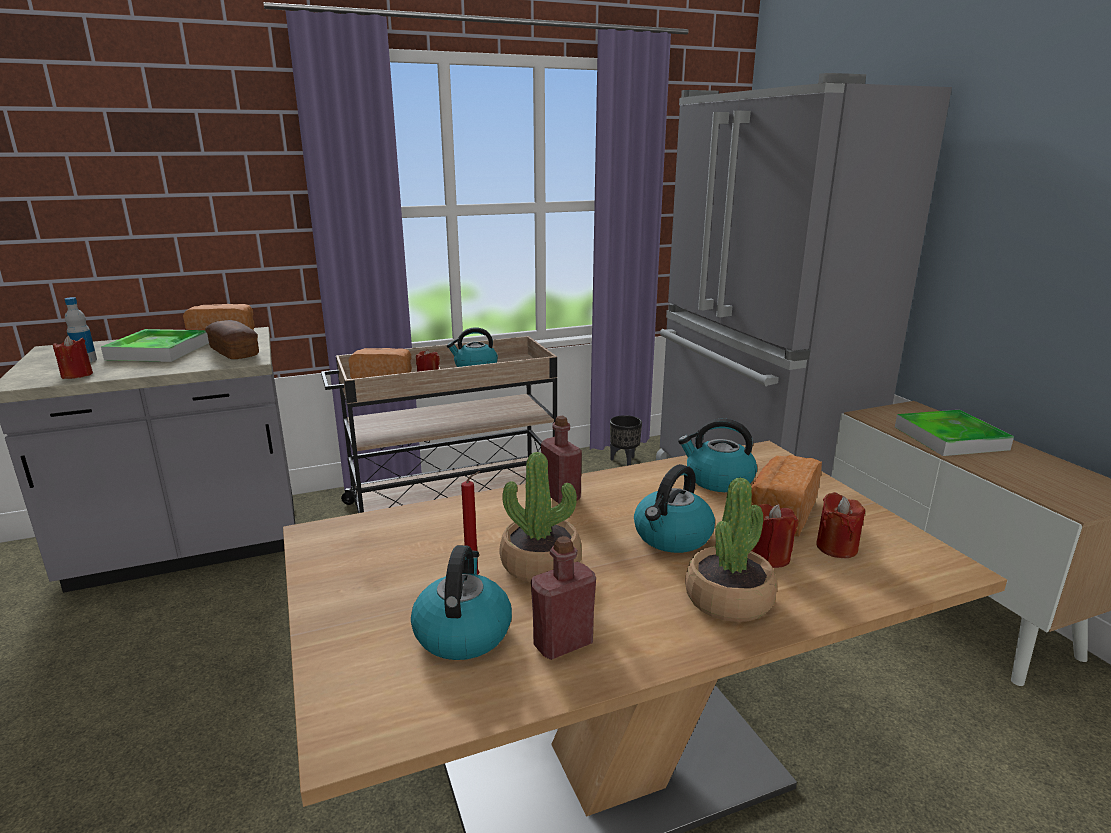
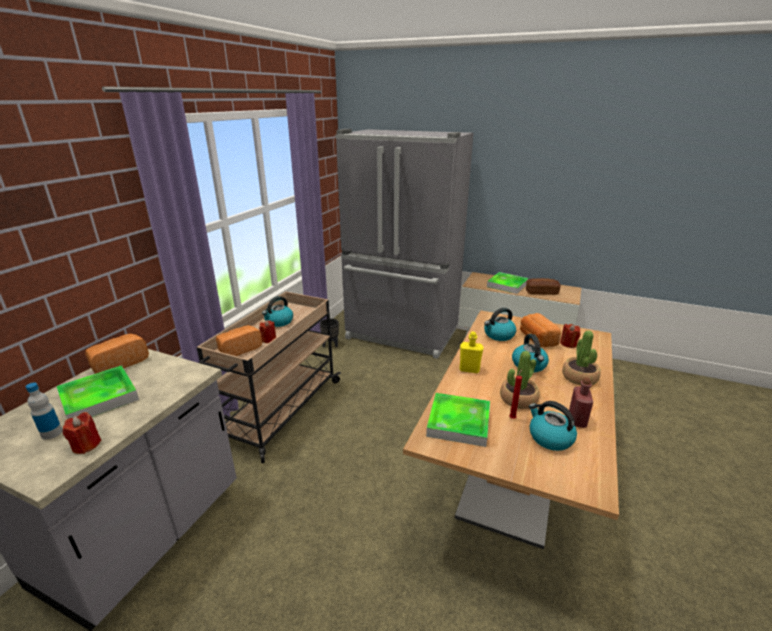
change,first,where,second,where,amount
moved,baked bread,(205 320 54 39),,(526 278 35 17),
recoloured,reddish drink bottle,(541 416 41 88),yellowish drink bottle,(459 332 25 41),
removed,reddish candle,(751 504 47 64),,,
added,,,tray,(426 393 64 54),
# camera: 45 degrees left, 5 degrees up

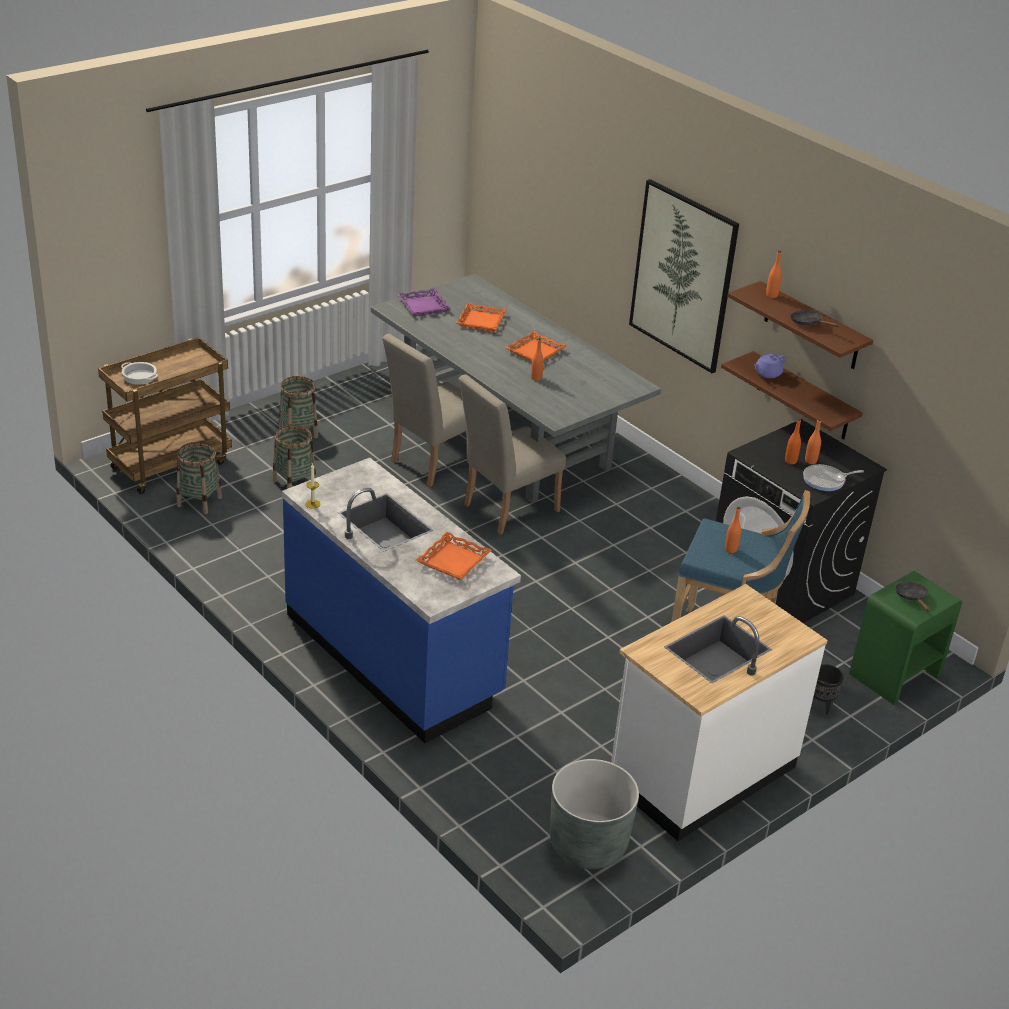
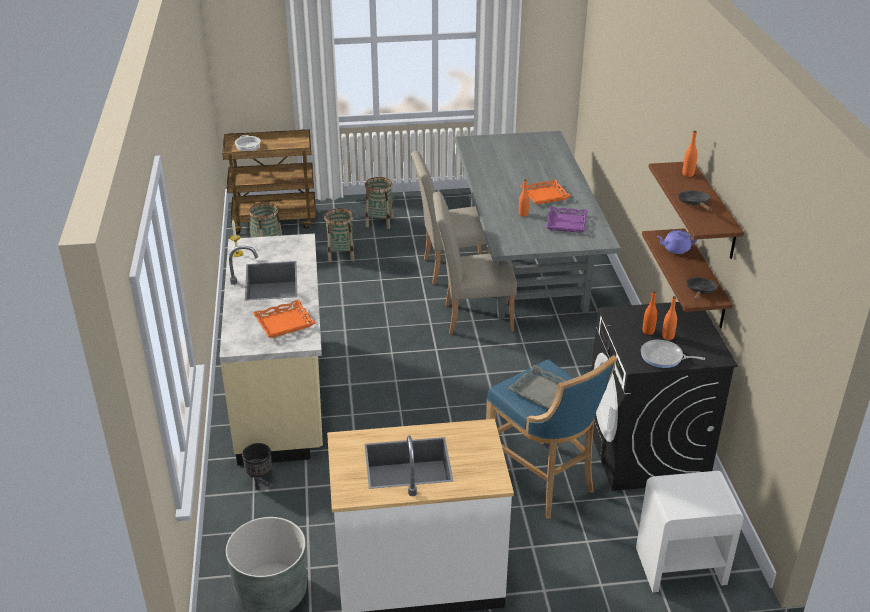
change,first,where,second,where,amount
recoloured,blue-coloured counter,(282 458 239 285),beige counter,(219 233 104 232),
moved,purplish tray,(398 288 53 28),,(546 206 41 27),
removed,orange tray,(456 303 51 29),,,
removed,wall art,(629 179 110 194),,,
replaced,orange drink bottle,(725 507 16 46),greyish tray,(508 365 58 44),
moved,black planter,(813 664 31 52),,(242 443 30 47),
recoloured,green bedside table,(849 571 113 134),white-coloured bedside table,(636 471 108 122),
moved,black pan,(895 582 35 29),,(686 278 32 23),
# camera: 35 degrees right, 0 degrees up

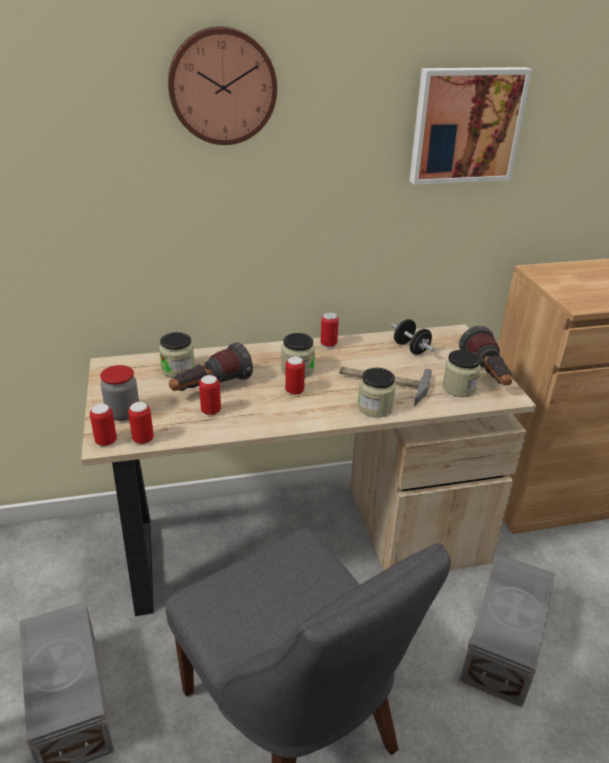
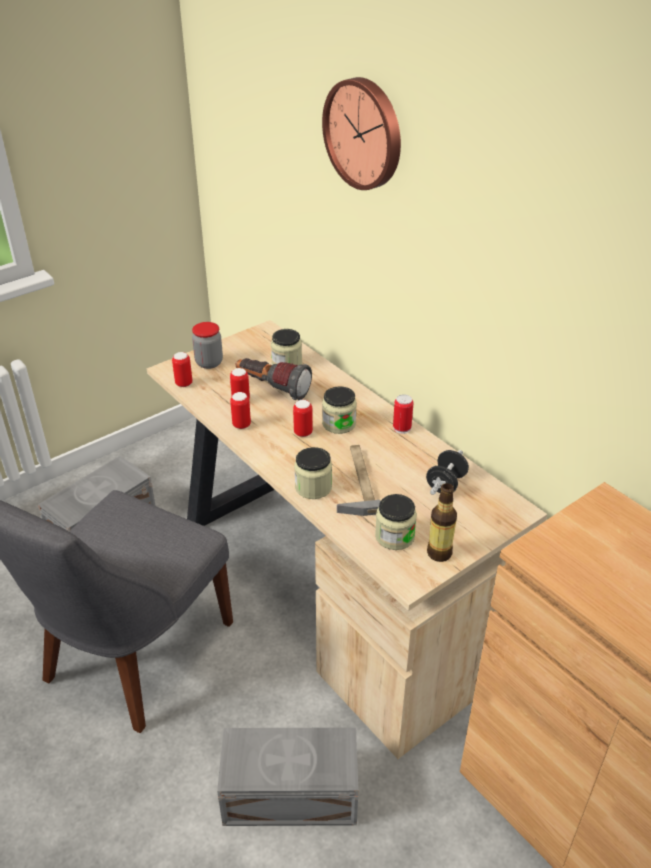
change,first,where,second,where,amount
moved,metal can,(90 404 27 42),,(230 392 21 37),
removed,wall art,(409 67 123 118),,,
replaced,hand torch,(459 326 53 59),drink bottle,(427 483 30 79),
# camera: 65 degrees right, 5 degrees up

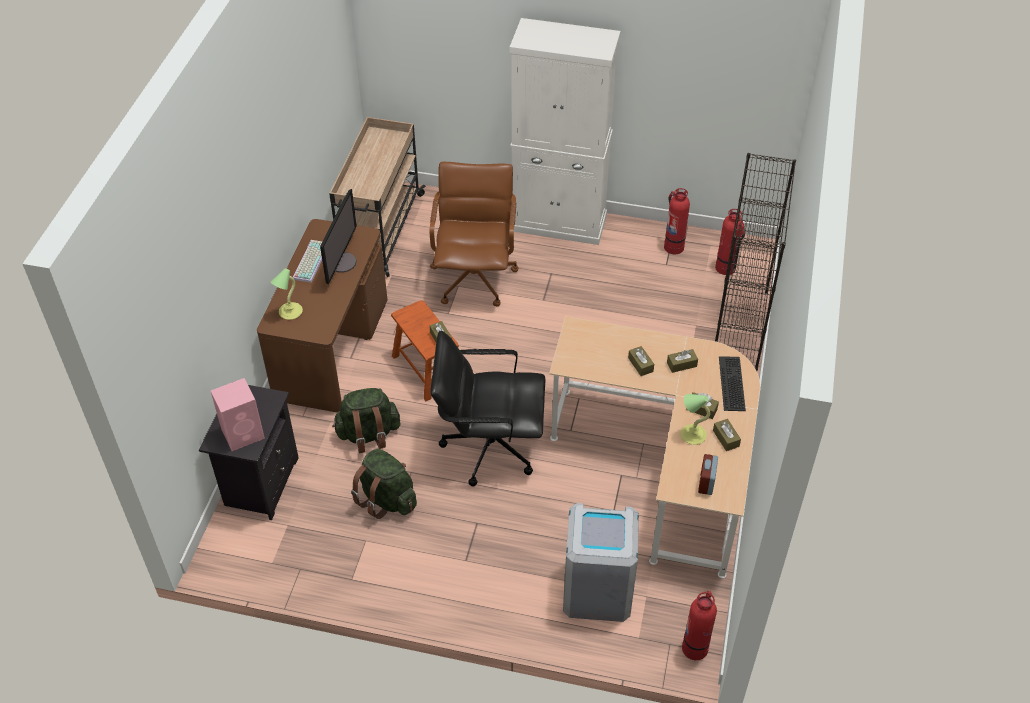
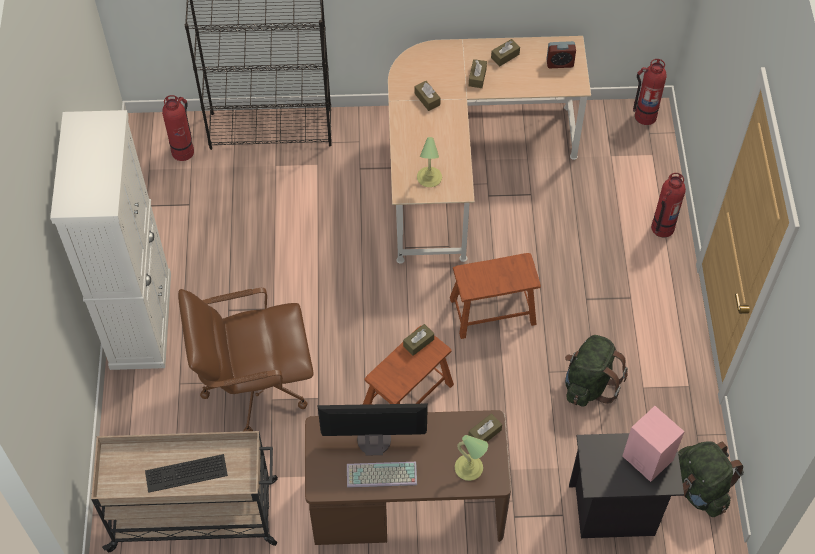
change,first,where,second,where,amount
moved,green rucksack,(332 388 68 65),,(678 441 66 76),
replaced,black desk chair,(430 331 115 155),brown sitting stool,(450 253 91 86),
removed,greyish trash can,(563 503 76 119),,,
moved,brown tissue box,(628 346 26 30),,(468 413 34 29),
moved,fire extinguisher,(664 188 26 67),,(651 173 35 64),
moved,table lamp,(681 394 29 51),,(417 137 25 50),
moved,PC keyboard,(719 356 27 55),,(145 454 83 39),
# camera: 105 degrees left, 10 degrees up

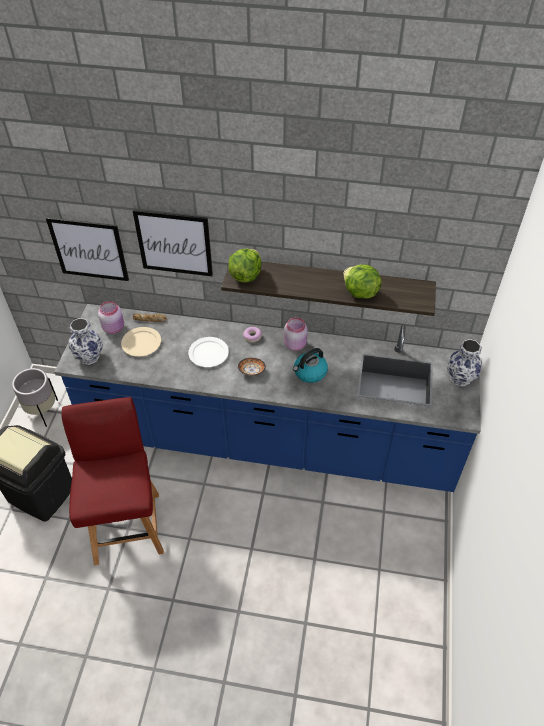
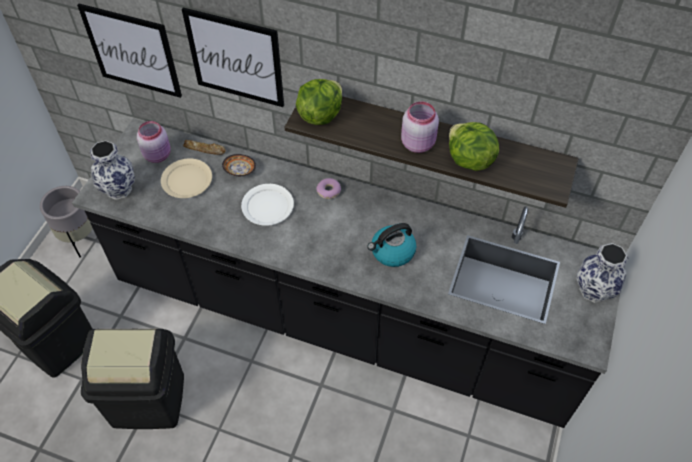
change,first,where,second,where,amount
recoloured,blue-coloured counter,(54 304 427 188),black counter,(72 118 553 310),
replaced,reddish upright chair,(62 397 102 168),black trash can,(81 329 103 100),
moved,serving bowl,(238 358 28 18),,(222 154 34 22),
moved,pink-coloured jar,(284 318 24 33),,(401 101 38 52),
# camera: 10 degrees right, 5 degrees up

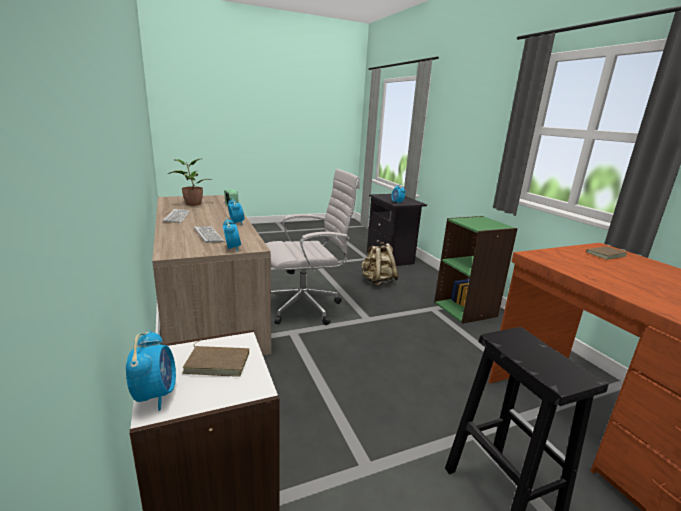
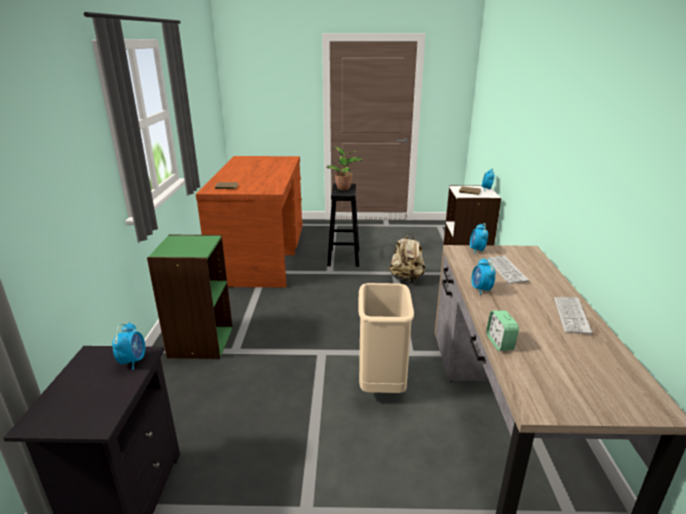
change,first,where,second,where,amount
moved,plant in a pot,(168 159 43 47),,(326 146 37 44),
replaced,white-coloured desk chair,(265 169 95 156),beige trash can,(358 283 56 110),
moved,beige rucksack,(361 242 38 44),,(388 233 37 50),
# camera: 155 degrees left, 5 degrees up

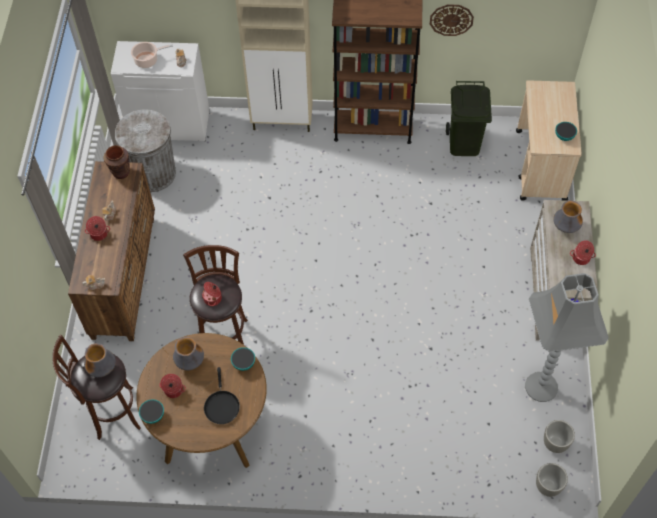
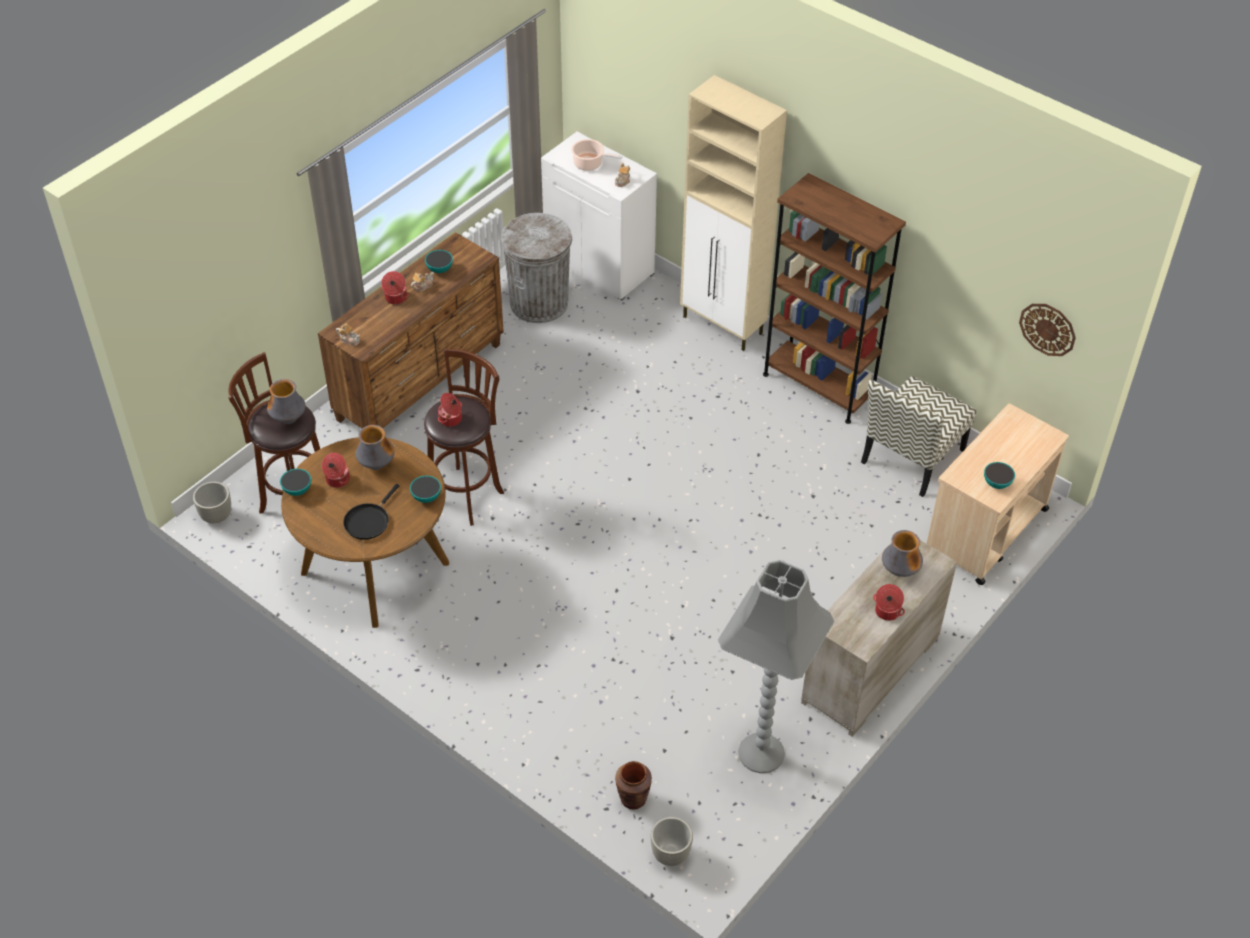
change,first,where,second,where,amount
moved,brown flower vase,(104 145 26 34),,(615 761 37 48),
moved,wall clock,(430 4 44 32),,(1019 304 57 52),
replaced,green trash can,(446 81 46 75),upright chair,(861 376 115 121),
moved,greyish planter,(544 420 31 33),,(193 482 38 41),
added,,,serving bowl,(425 250 28 23),
# camera: 35 degrees right, 10 degrees down

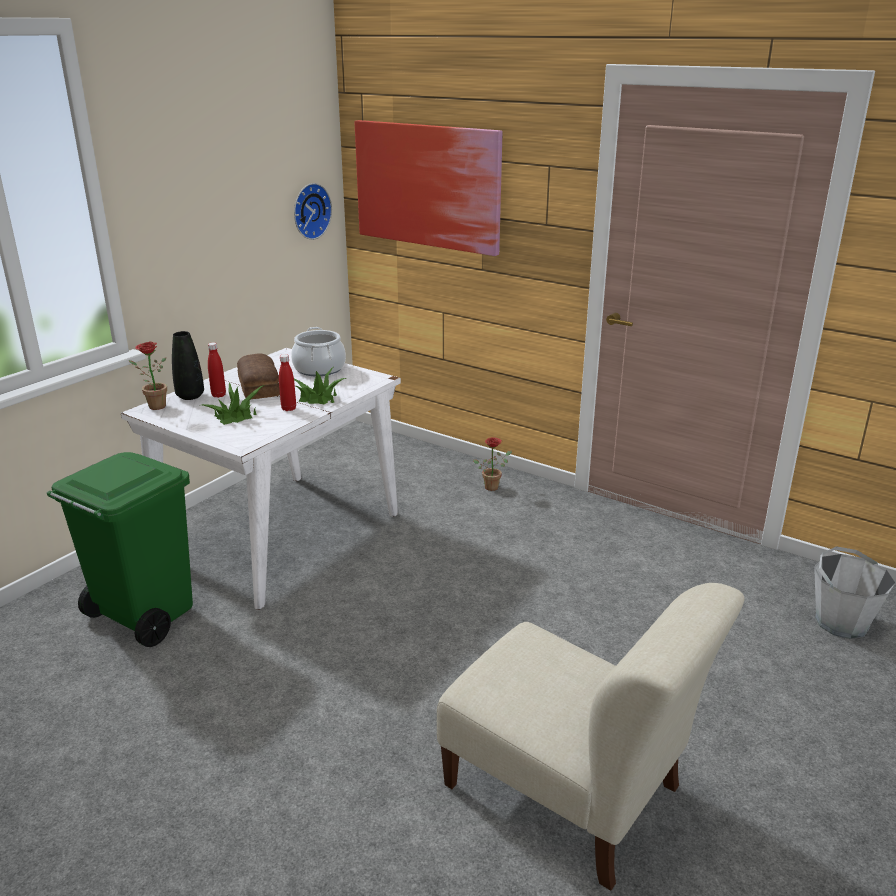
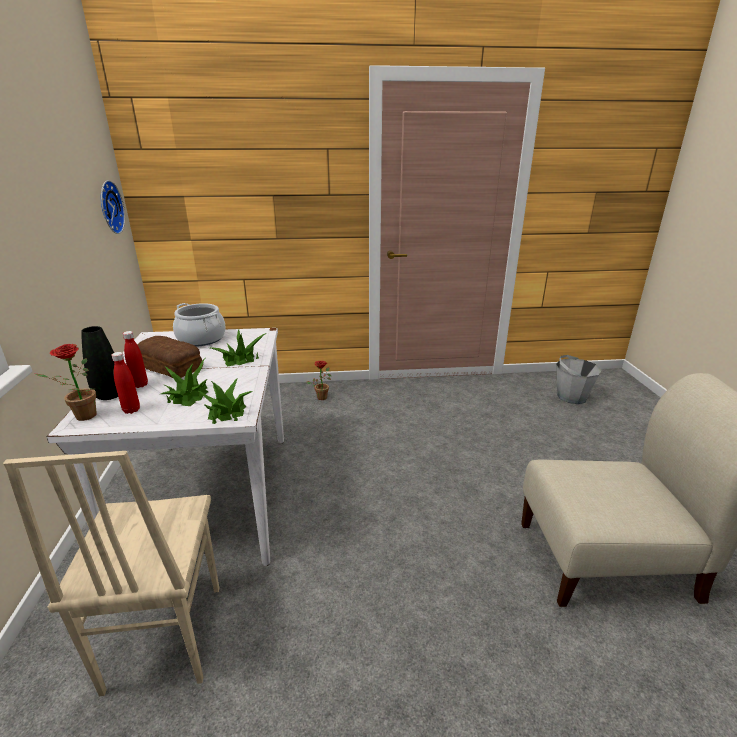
change,first,where,second,where,amount
replaced,green trash can,(47 452 146 195),beige upright chair,(3 451 216 245),
moved,reddish drink bottle,(279 354 17 57),,(112 352 28 62),
removed,wall art,(355 120 148 136),,,
added,,,plant in a pot,(199 379 54 45),
# camera: 40 degrees left, 0 degrees up

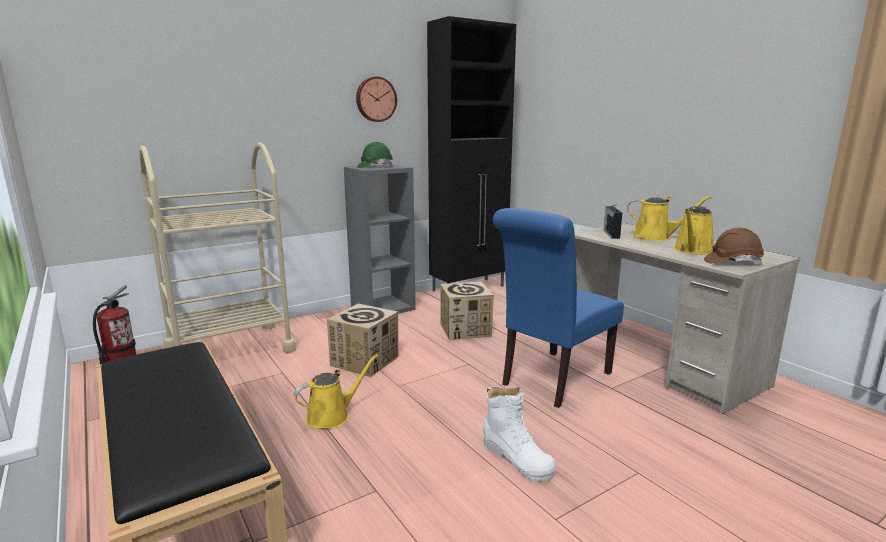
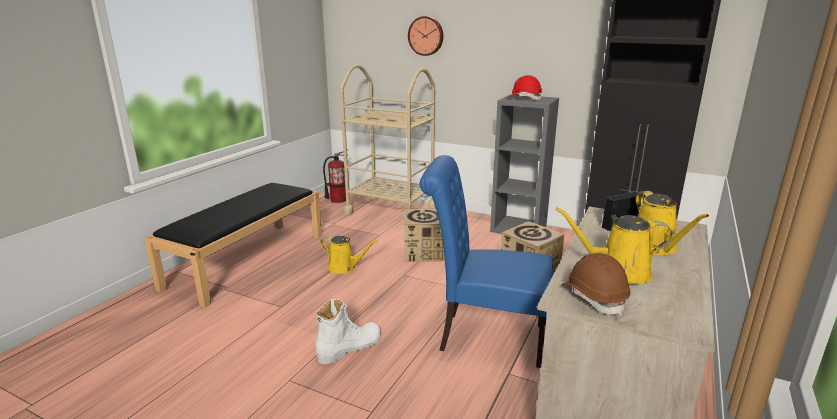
change,first,where,second,where,amount
moved,wall clock,(356 76 41 46),,(408 16 35 40),
recoloured,green safety helmet,(357 142 36 26),reddish safety helmet,(509 75 33 25),
turned,white-coloured boot,(483 387 73 95),,(315 299 66 65),150 degrees counterclockwise
# camera: 60 degrees right, 5 degrees up

